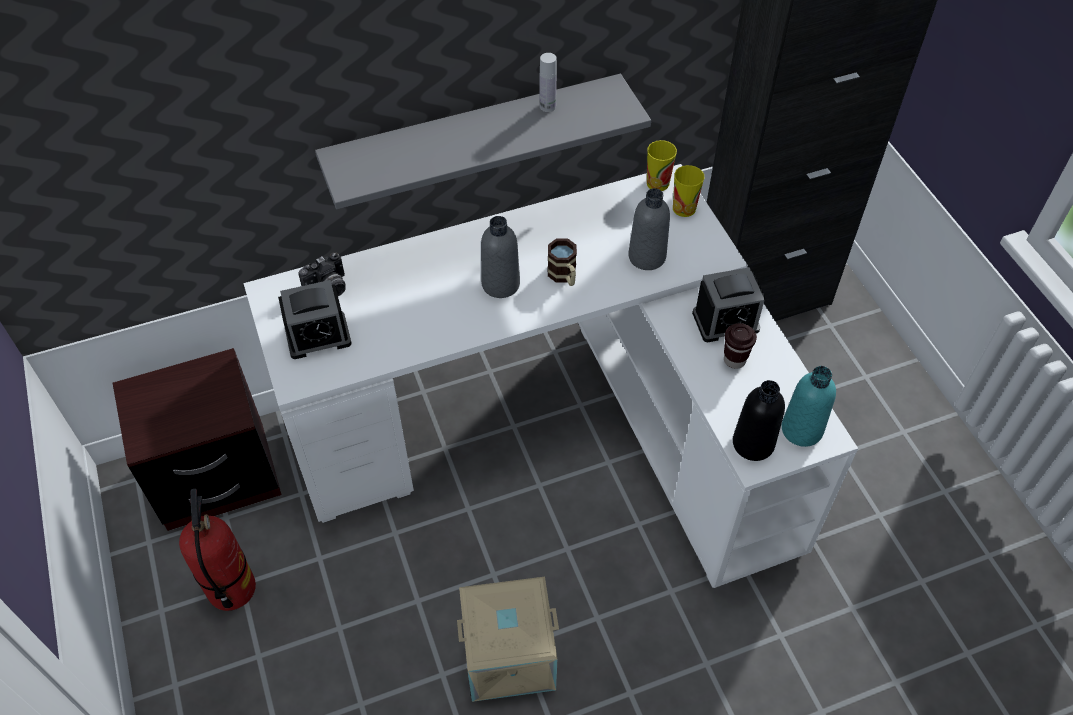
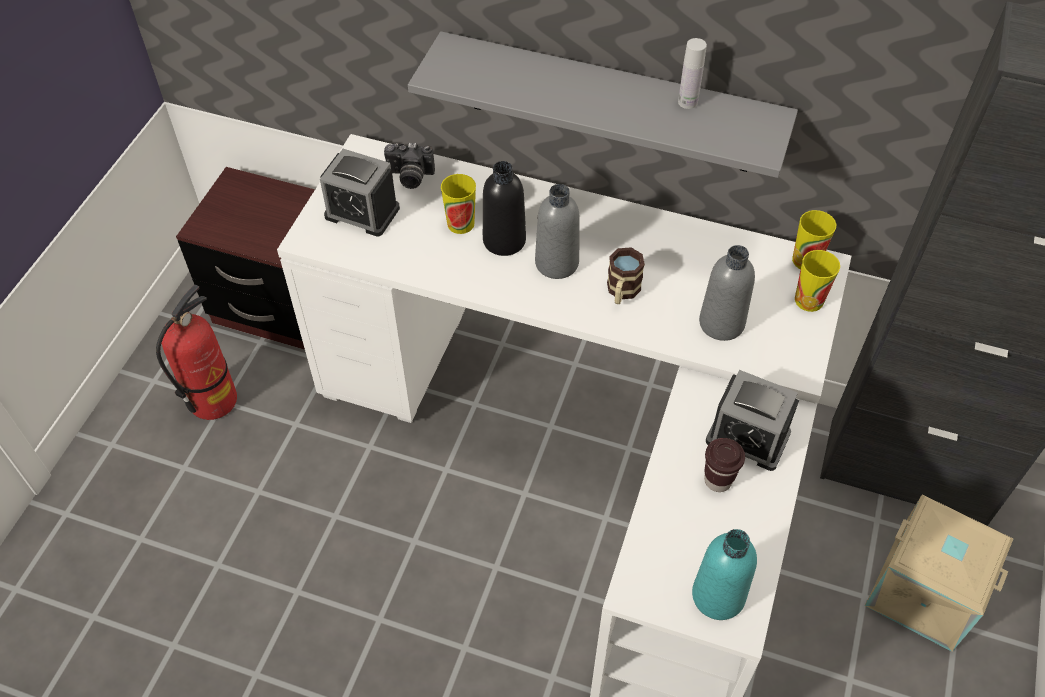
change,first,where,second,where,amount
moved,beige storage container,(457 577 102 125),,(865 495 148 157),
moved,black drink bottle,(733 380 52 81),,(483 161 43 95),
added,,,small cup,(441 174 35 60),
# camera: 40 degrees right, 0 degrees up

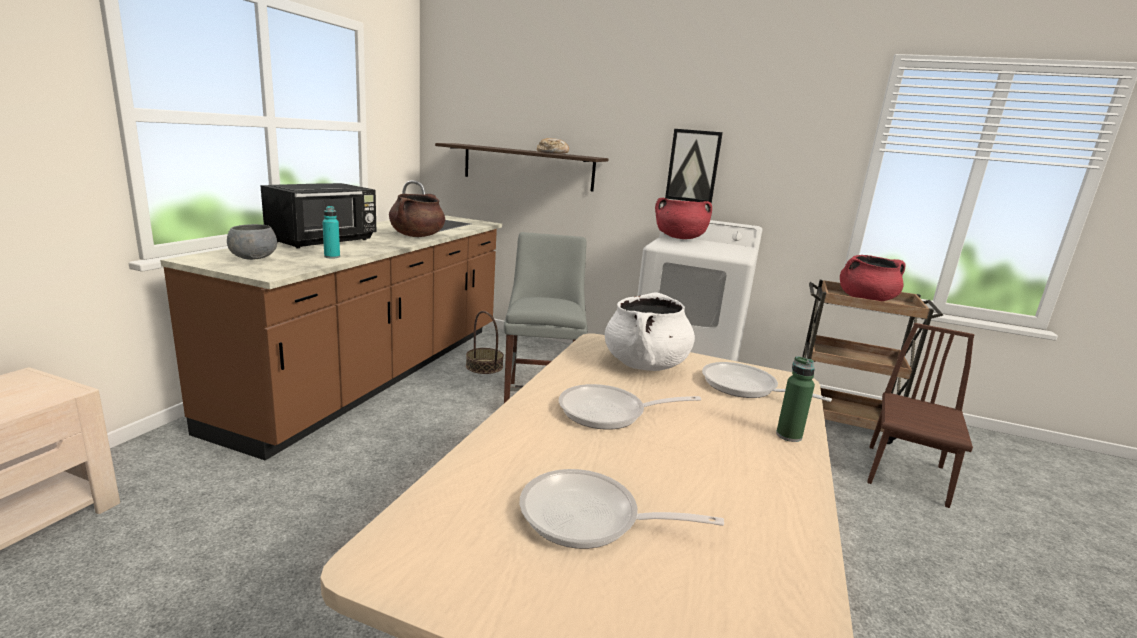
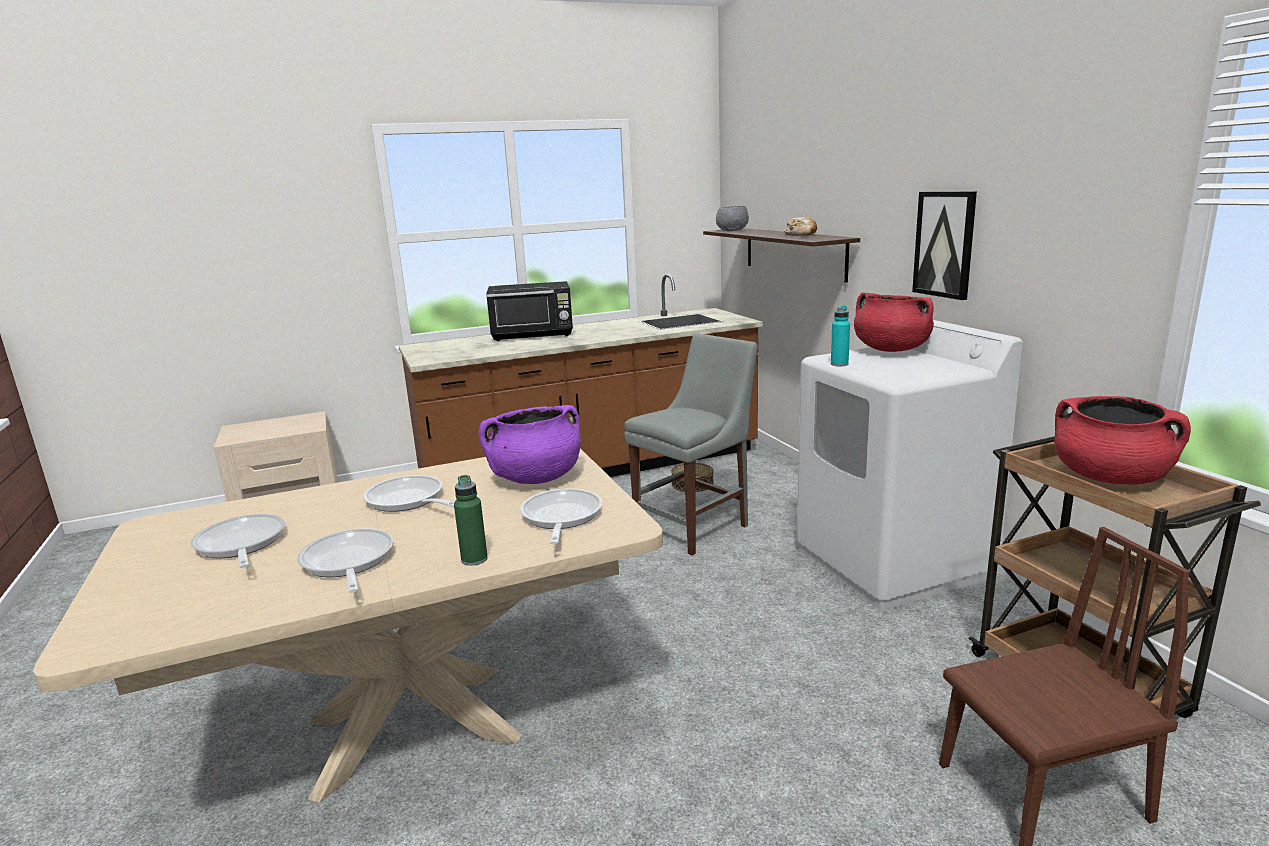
change,first,where,second,where,amount
moved,greyish serving bowl,(227 224 50 36),,(716 206 33 25),
moved,turquoise drink bottle,(322 206 18 52),,(831 306 19 60),
removed,brown cooking pot,(389 194 56 43),,,
recoloured,white-coloured cooking pot,(605 293 90 78),purplish cooking pot,(479 405 102 79),
added,,,pan,(297 528 96 65),
# camera: 50 degrees right, 0 degrees up

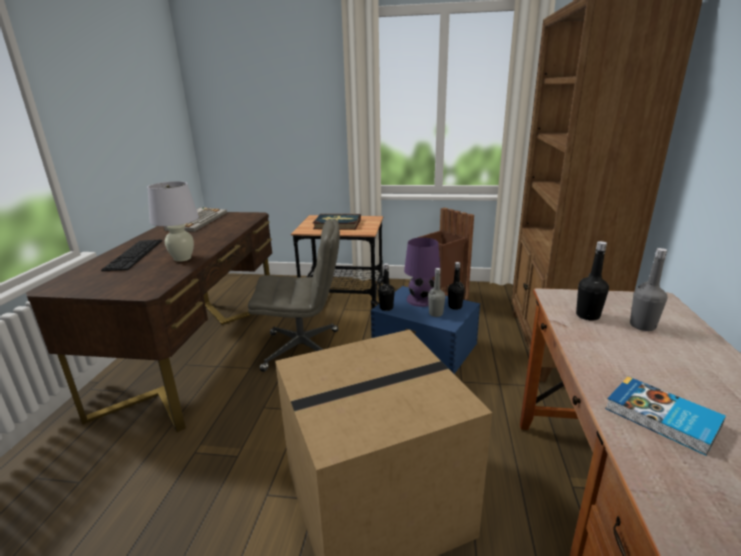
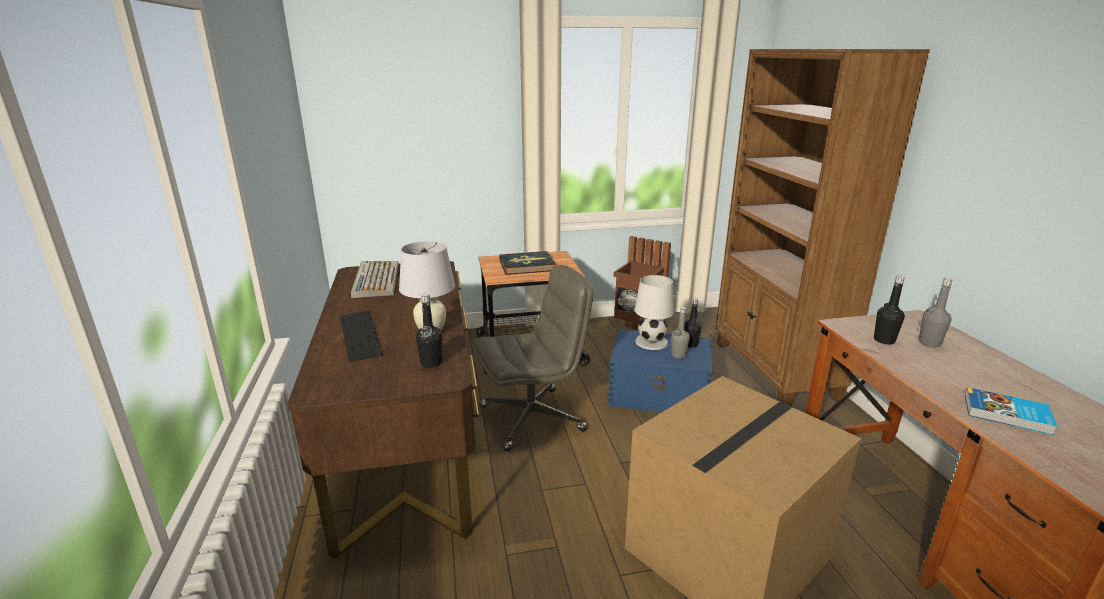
change,first,where,second,where,amount
moved,black drink bottle,(378 263 17 48),,(416 293 26 75),
recoloured,purplish table lamp,(404 237 37 70),white-coloured table lamp,(634 275 40 75),
# camera: 20 degrees left, 0 degrees up

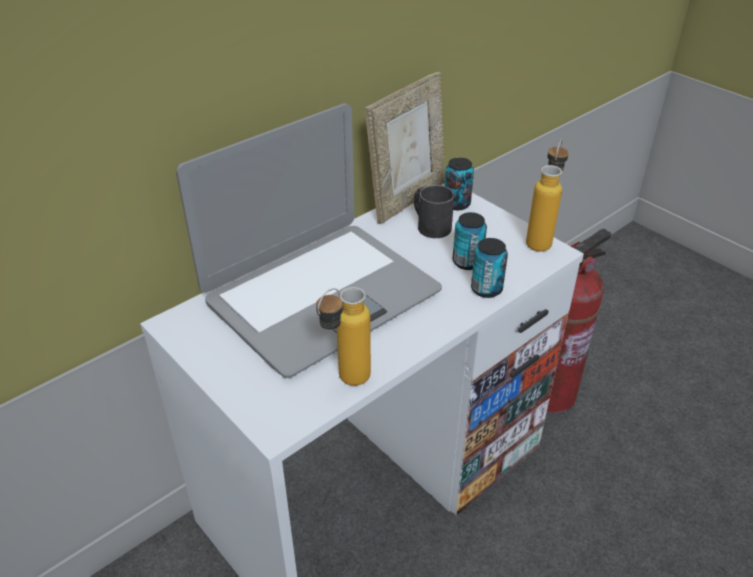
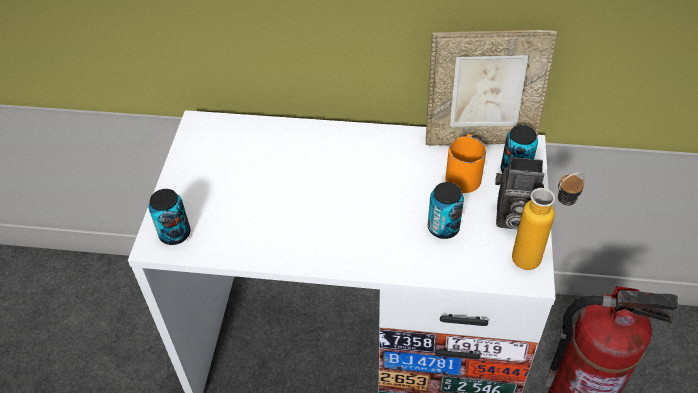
change,first,where,second,where,amount
removed,notebook computer,(176 103 266 275),,,
removed,drink bottle,(316 287 55 99),,,
recoloured,black coffee mug,(414 185 40 53),orange coffee mug,(445 134 41 59),
moved,metal can,(471 238 37 60),,(149 189 42 56),
added,,,photo camera,(495 156 49 74),
# camera: 50 degrees right, 10 degrees up

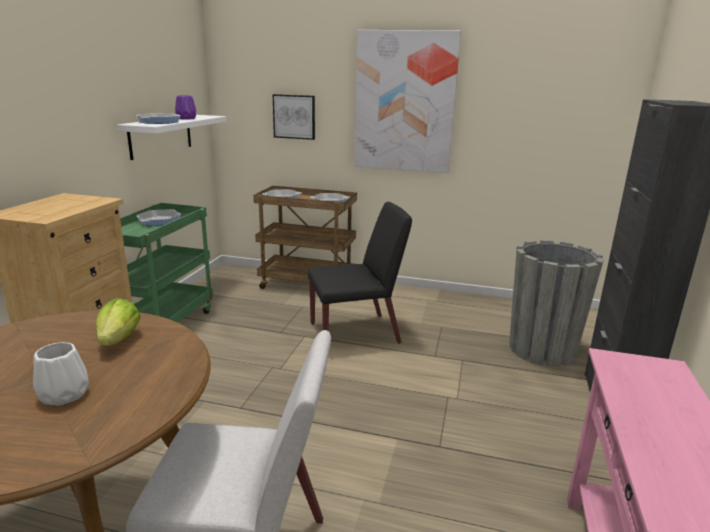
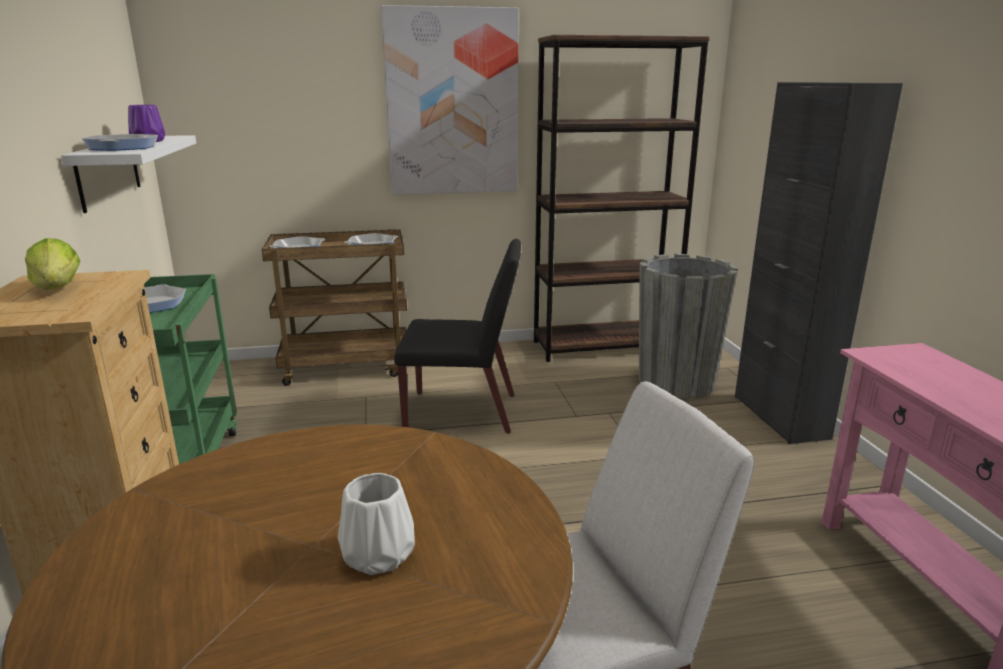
change,first,where,second,where,amount
moved,lettuce head,(96 298 45 48),,(25 238 55 52),
removed,wall art,(273 94 42 46),,,
turned,black upright chair,(308 202 104 141),,(394 239 127 195),45 degrees clockwise
added,,,brown shelving unit,(534 35 176 327),
# camera: 25 degrees left, 0 degrees up

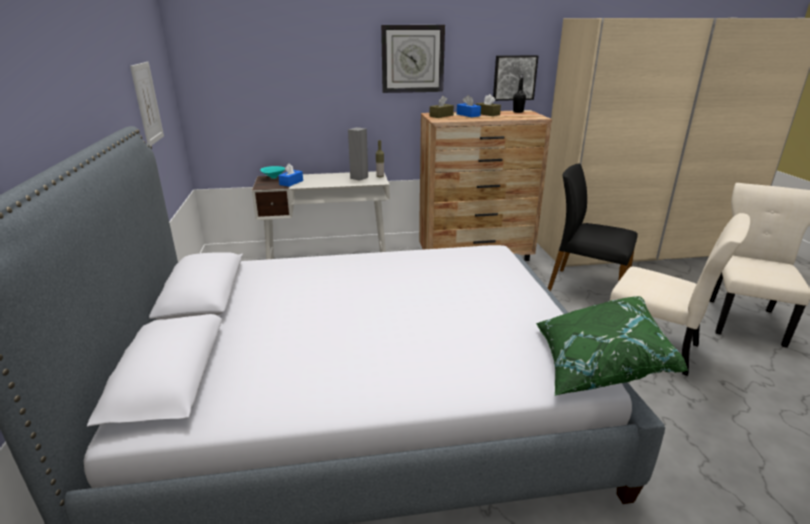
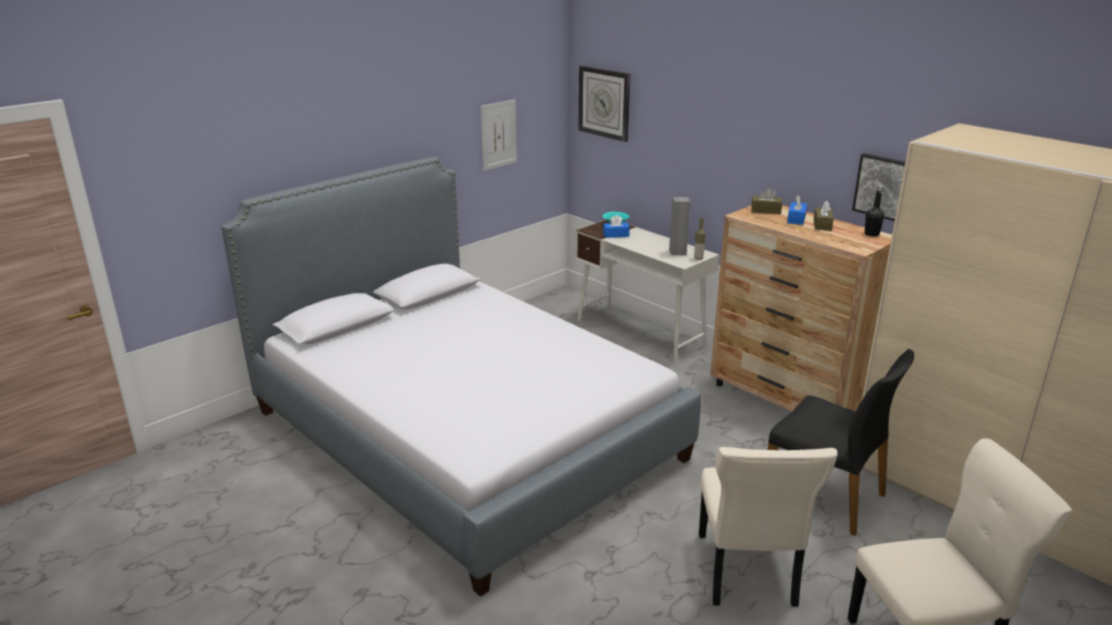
change,first,where,second,where,amount
moved,wall clock,(381 25 64 68),,(578 65 53 77),
removed,green cushion,(536 296 152 100),,,
turned,black upright chair,(548 164 90 127),,(767 349 147 187),135 degrees clockwise
# camera: 55 degrees right, 0 degrees up

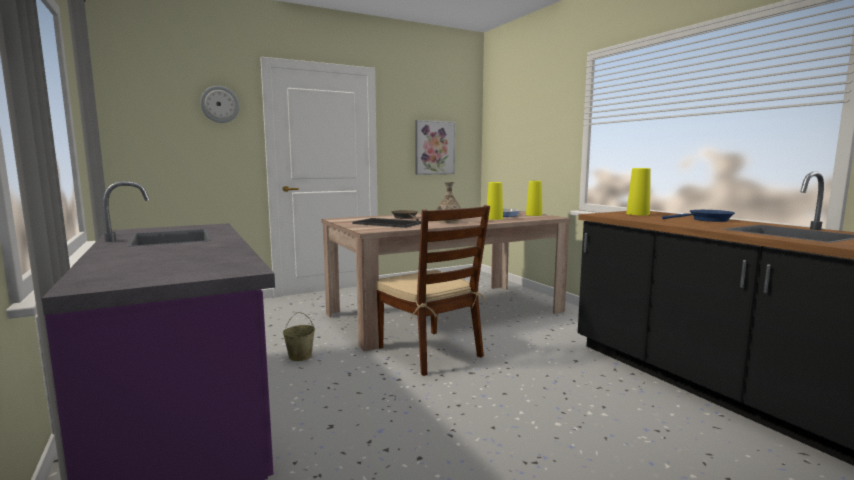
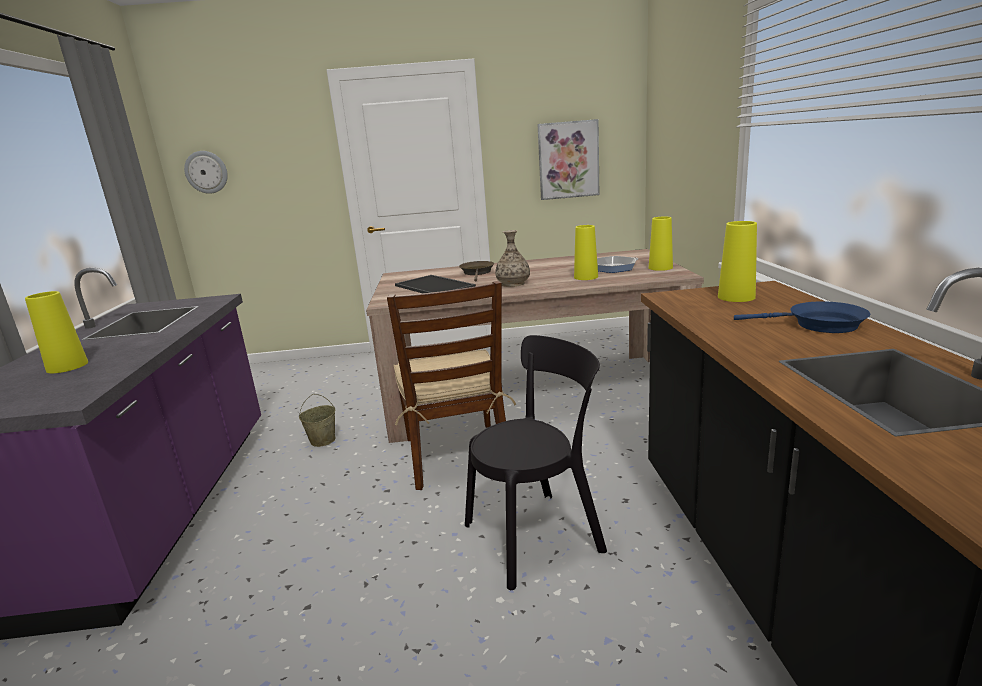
change,first,where,second,where,amount
moved,wall clock,(200 86 40 37),,(184 151 44 43),
added,,,yellowish flower vase,(25 291 63 82),
added,,,black upright chair,(465 335 142 255),
# camera: 25 degrees right, 10 degrees up

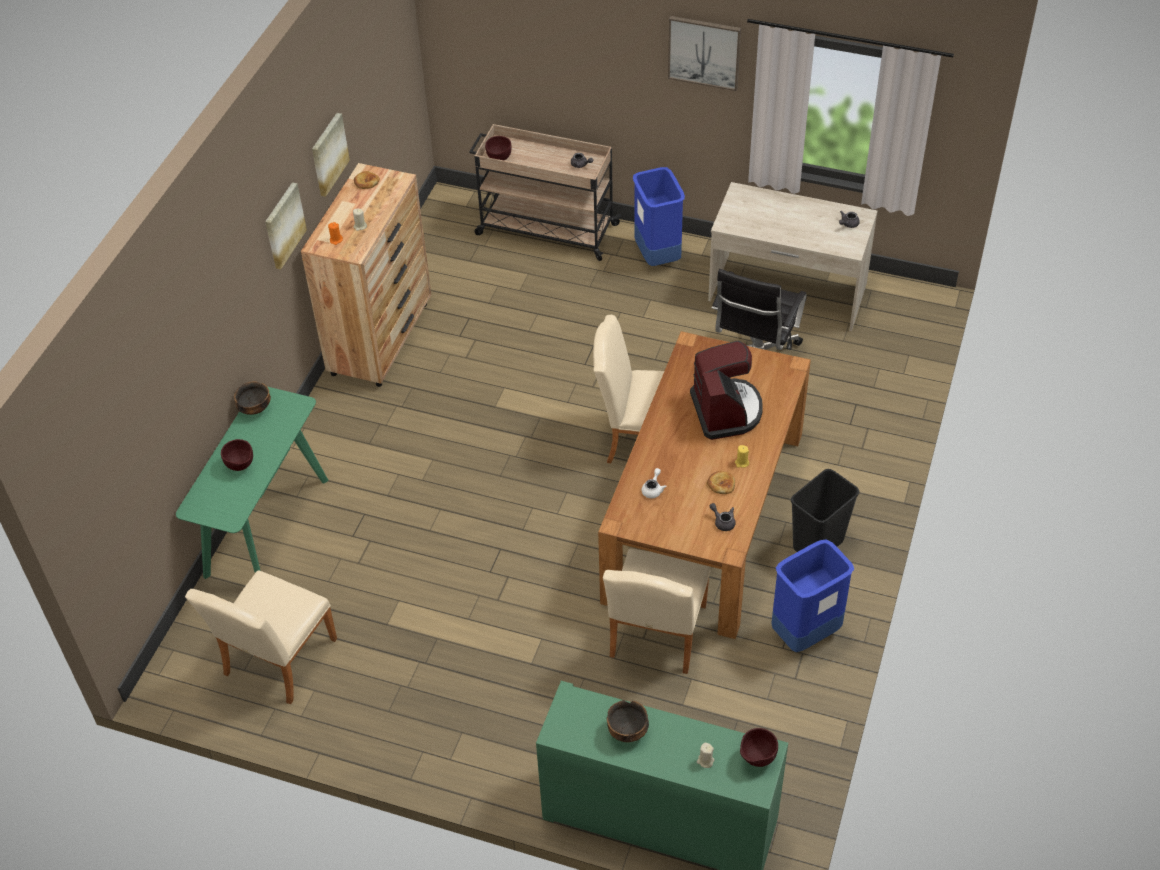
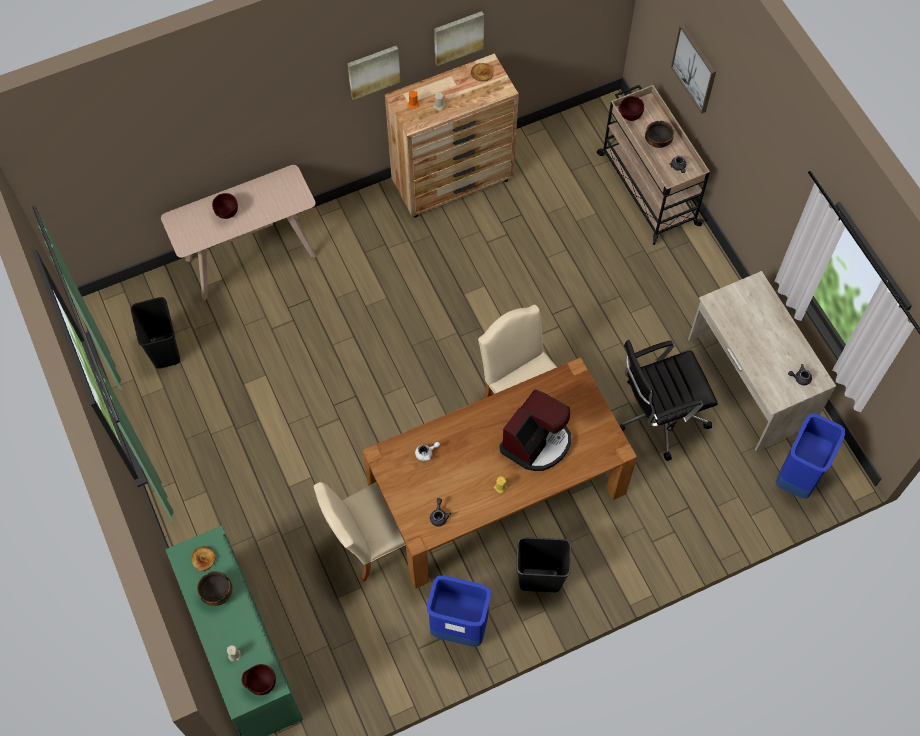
change,first,where,second,where,amount
recoloured,green hall table,(176 387 152 192),beige hall table,(161 165 155 136),
replaced,beige upright chair,(185 570 152 135),black trash can,(131 297 49 72),
moved,serving bowl,(234 381 37 34),,(645 121 29 27),
moved,blue-coloured trash can,(633 167 52 99),,(776 413 69 86),
moved,wall art,(668 16 73 75),,(671 24 45 90),
moved,baked bread,(707 471 28 23),,(191 546 25 26),
# camera: 45 degrees right, 15 degrees up

